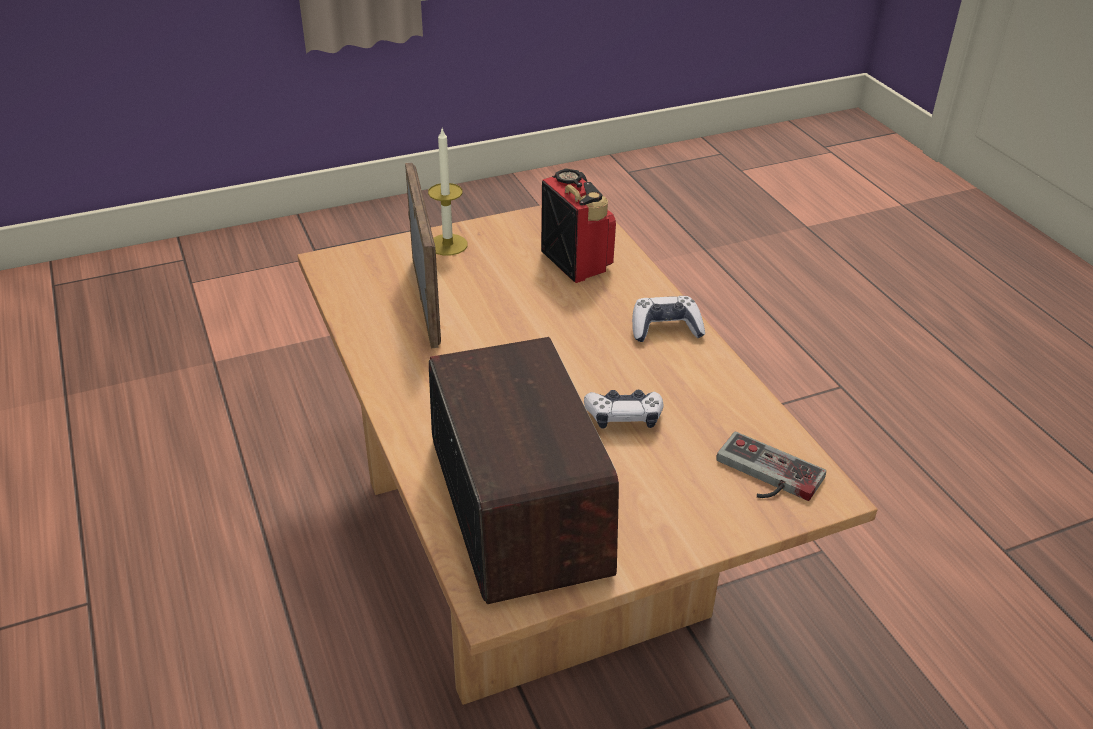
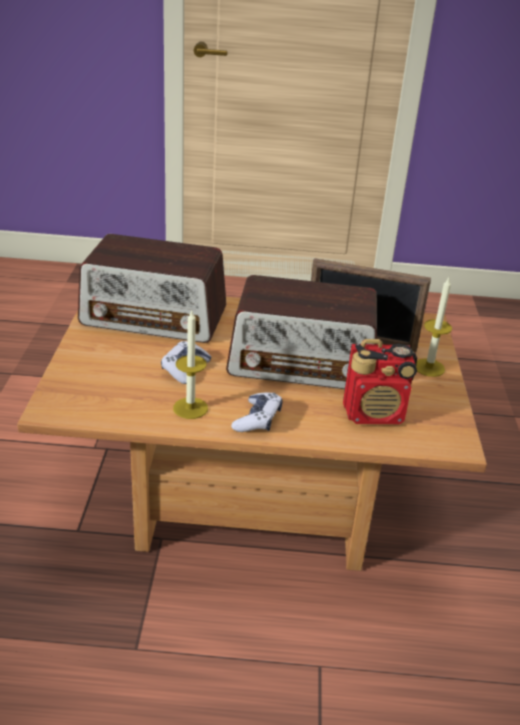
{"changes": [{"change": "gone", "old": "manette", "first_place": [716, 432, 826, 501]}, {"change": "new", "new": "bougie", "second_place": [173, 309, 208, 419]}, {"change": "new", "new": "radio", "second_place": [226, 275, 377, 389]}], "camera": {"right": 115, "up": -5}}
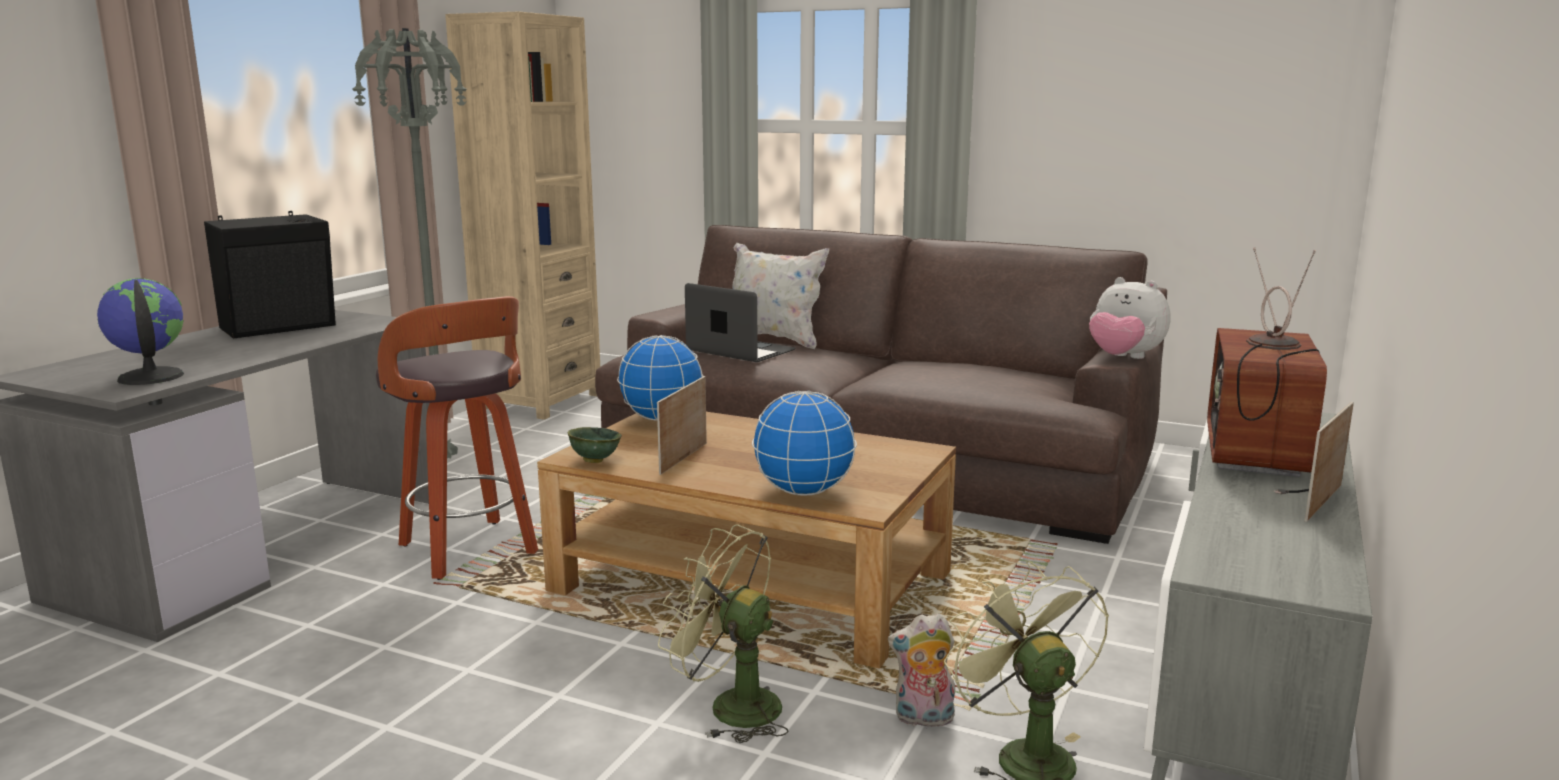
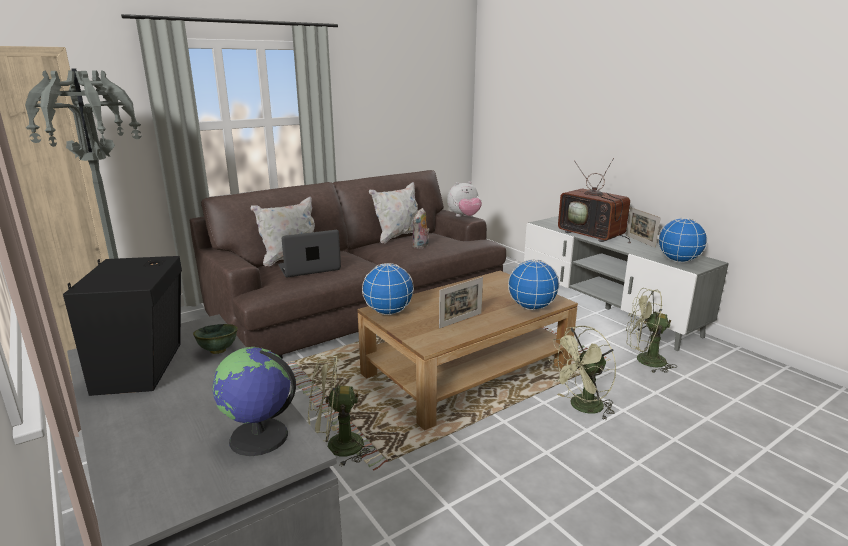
{"changes": [{"change": "new", "new": "coussin/blanc", "second_place": [369, 182, 418, 243]}, {"change": "new", "new": "globe", "second_place": [658, 218, 708, 262]}, {"change": "shifted", "old": "bol/vert", "first_place": [568, 427, 622, 463], "second_place": [193, 324, 238, 354]}, {"change": "shifted", "old": "peluche", "first_place": [888, 613, 955, 727], "second_place": [412, 208, 429, 249]}, {"change": "swapped", "old": "tabouret", "new": "ventilateur/vert", "first_place": [376, 296, 538, 580], "second_place": [308, 355, 375, 467]}, {"change": "rotated", "old": "cadre photo", "first_place": [657, 376, 707, 475], "second_place": [439, 277, 483, 328], "degrees": -90}], "camera": {"right": -60, "up": 5}}
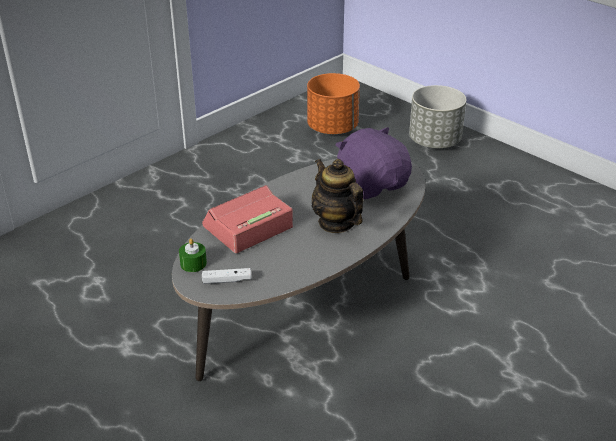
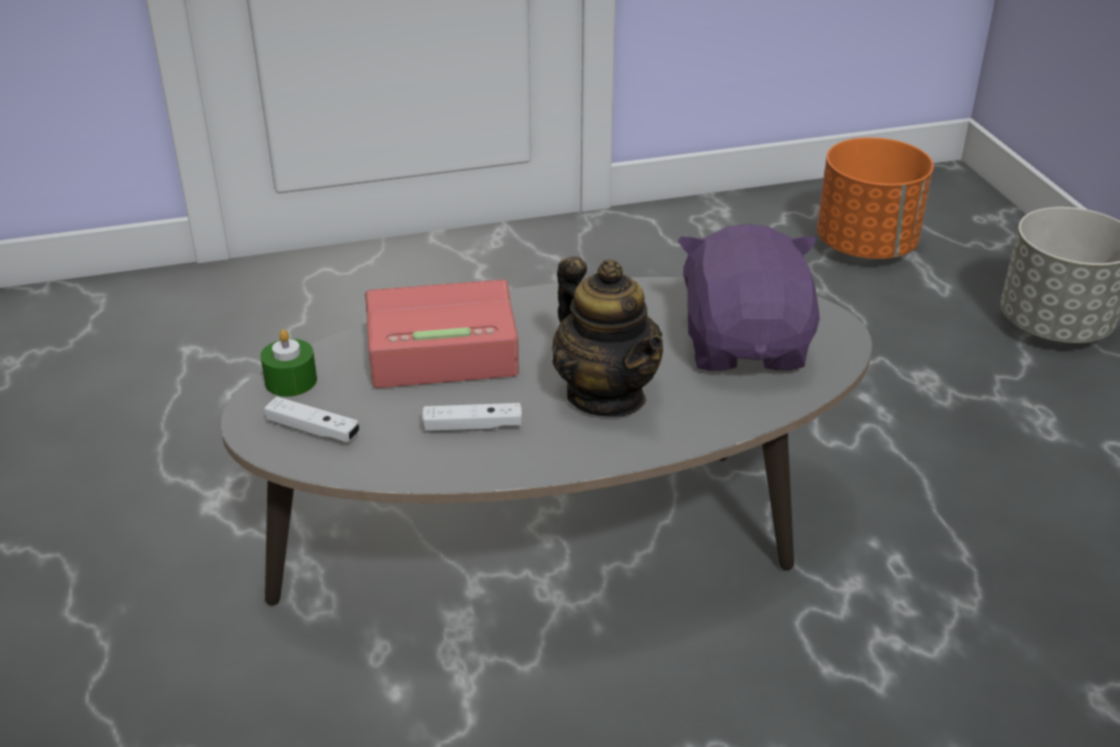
{"changes": [{"change": "new", "new": "manette/blanc", "second_place": [423, 403, 522, 432]}, {"change": "rotated", "old": "théière", "first_place": [312, 159, 364, 233], "second_place": [552, 256, 663, 417], "degrees": 150}], "camera": {"right": 30, "up": 0}}
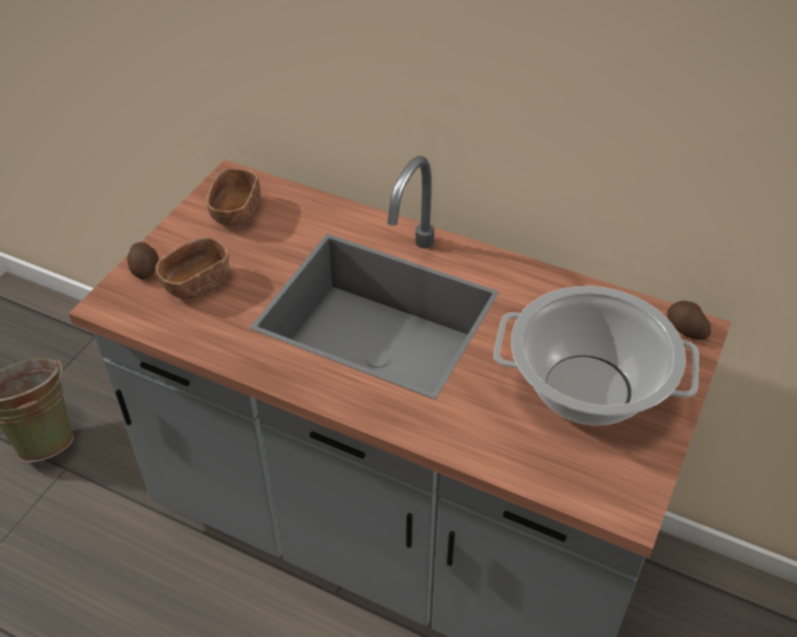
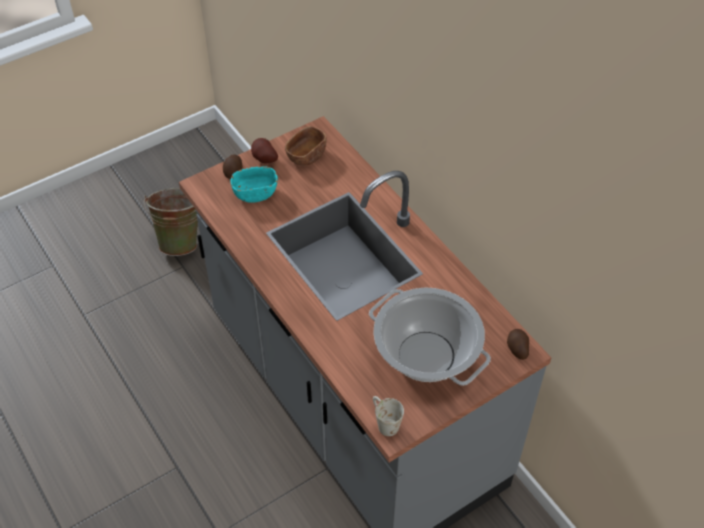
{"changes": [{"change": "new", "new": "pomme de terre", "second_place": [251, 138, 278, 163]}, {"change": "new", "new": "mug/blanc", "second_place": [373, 396, 404, 436]}, {"change": "repainted", "old": "bol/marron", "new": "bol/turquoise", "first_place": [155, 237, 229, 299], "second_place": [231, 166, 278, 203]}], "camera": {"right": 30, "up": 5}}
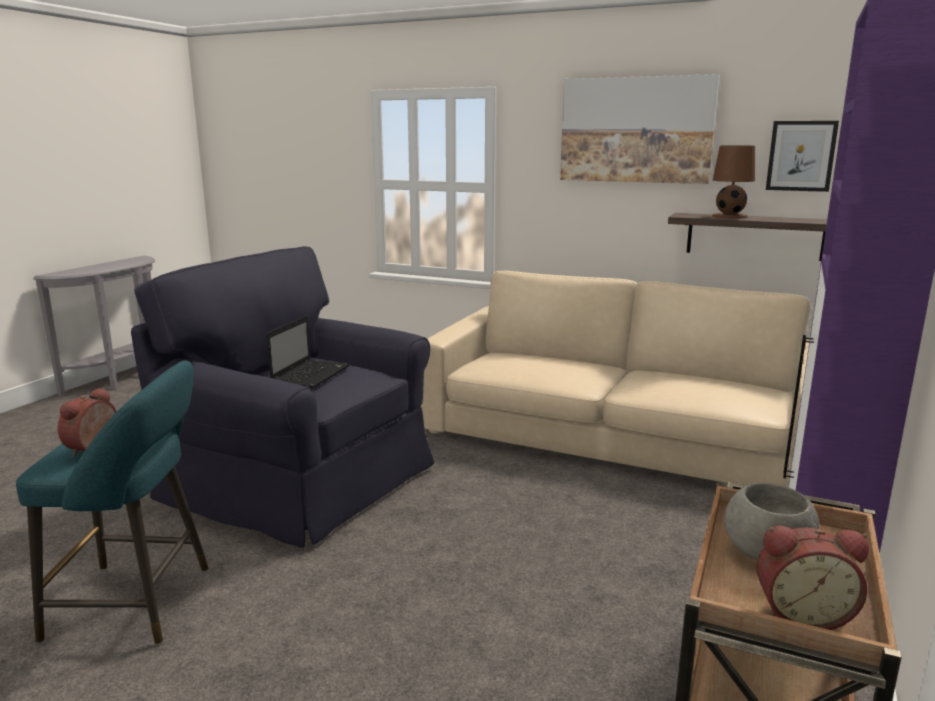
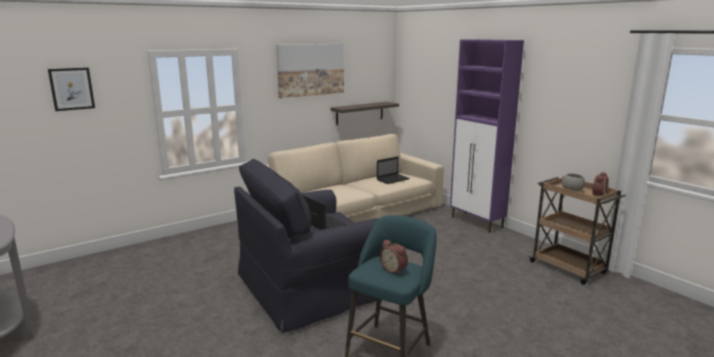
{"changes": [{"change": "gone", "old": "lampe de table/marron", "first_place": [712, 145, 755, 219]}, {"change": "new", "new": "ordinateur portable", "second_place": [377, 156, 410, 184]}, {"change": "shifted", "old": "tableau", "first_place": [766, 121, 839, 192], "second_place": [48, 68, 95, 111]}], "camera": {"right": -60, "up": 0}}
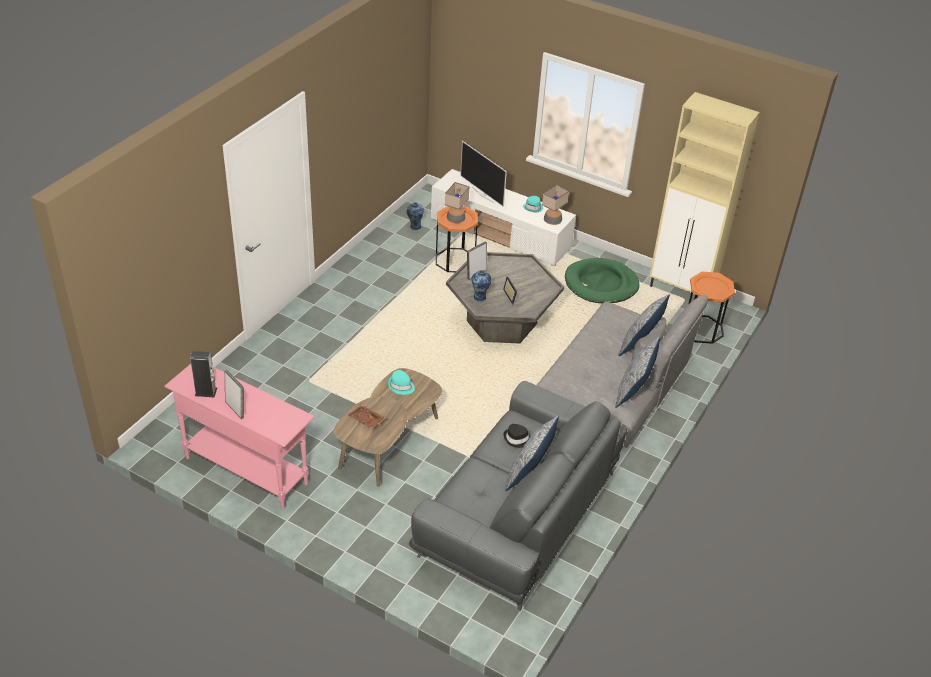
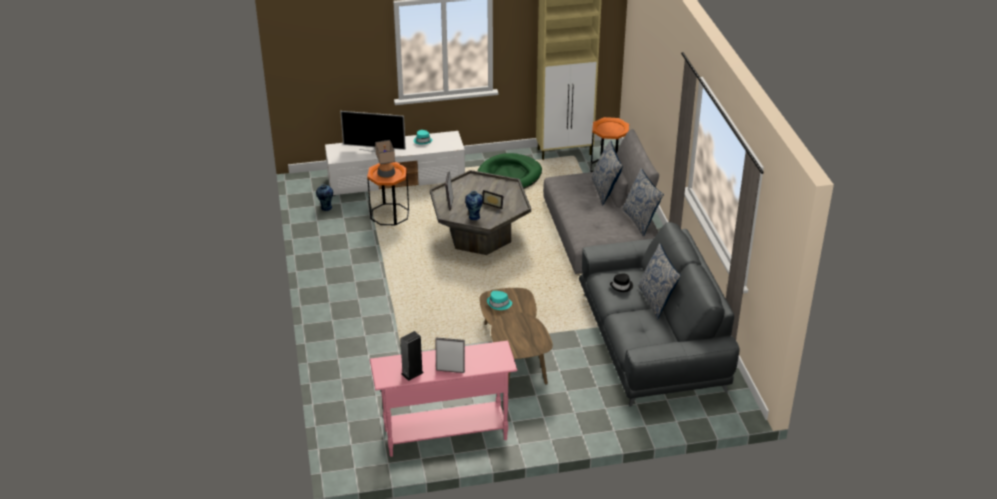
{"changes": [{"change": "gone", "old": "plateau/marron", "first_place": [348, 405, 386, 428]}, {"change": "gone", "old": "lampe de table", "first_place": [542, 184, 569, 225]}], "camera": {"right": -40, "up": -5}}
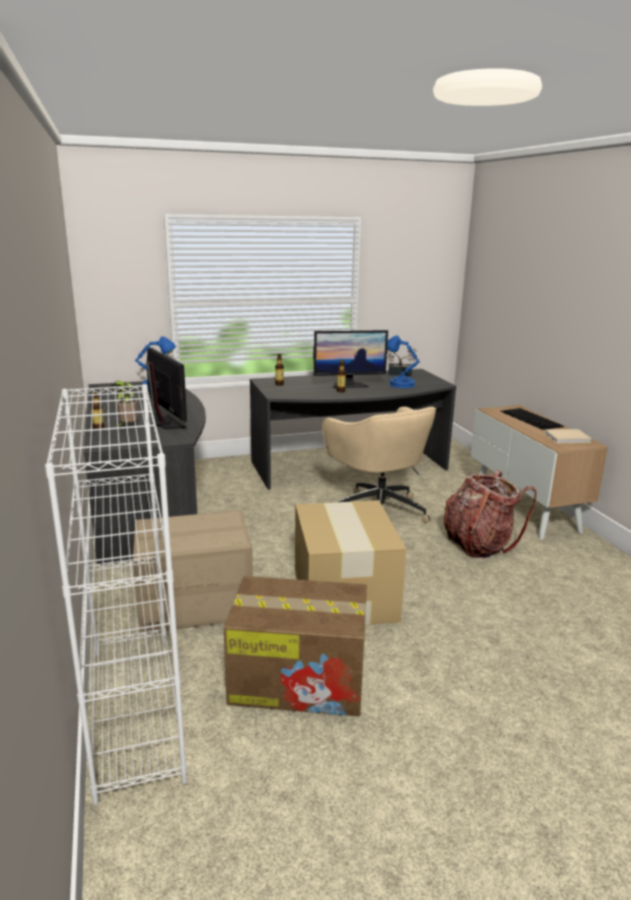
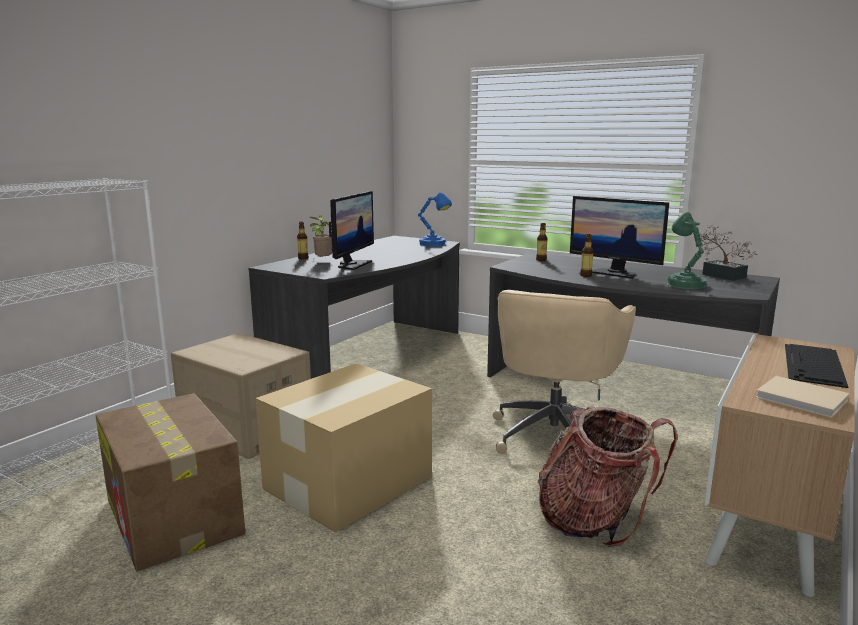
{"changes": [{"change": "repainted", "old": "lampe de table/bleu", "new": "lampe de table/vert", "first_place": [387, 335, 420, 388], "second_place": [666, 212, 707, 289]}], "camera": {"right": 50, "up": -5}}
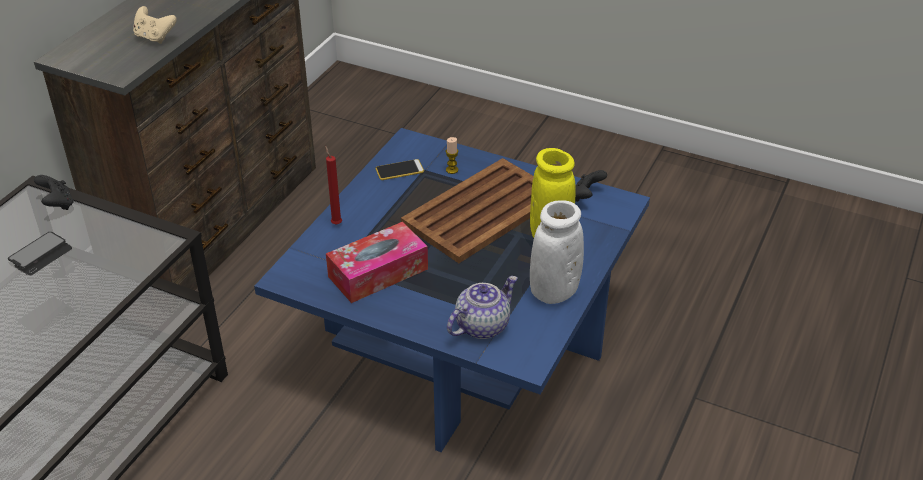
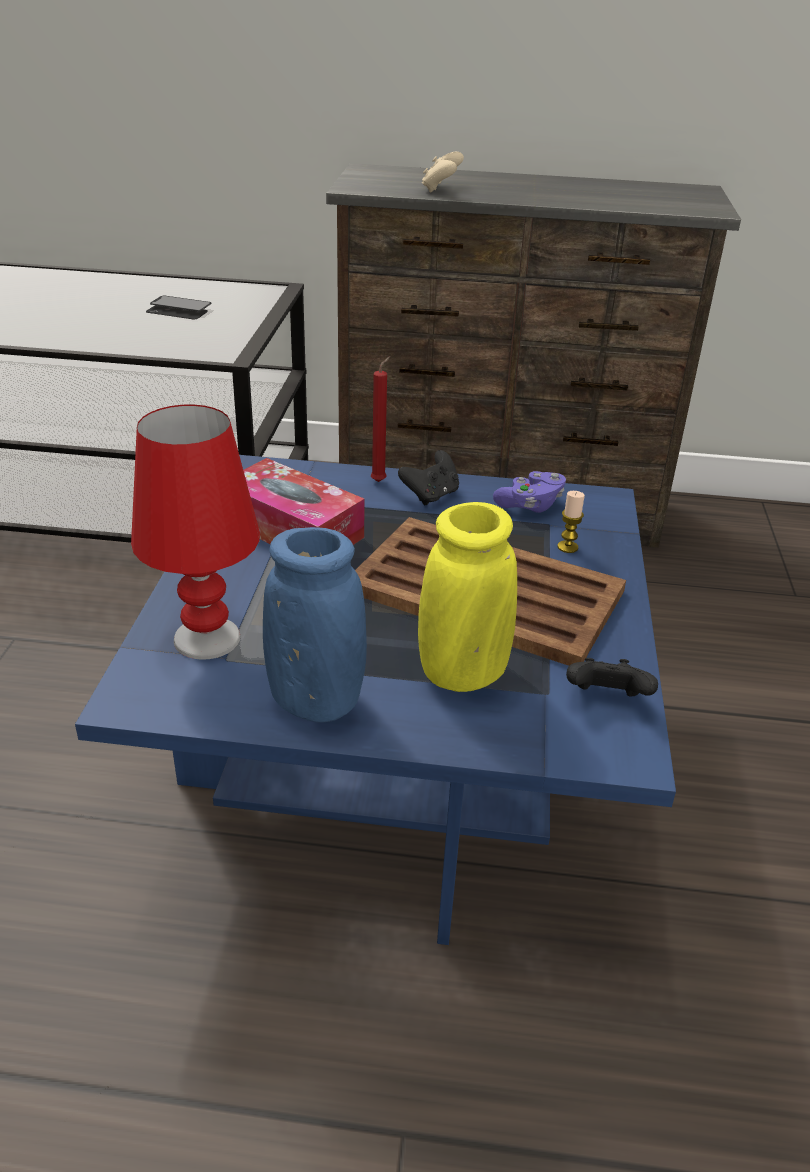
{"changes": [{"change": "shifted", "old": "manette/noir", "first_place": [34, 175, 74, 210], "second_place": [398, 450, 459, 505]}, {"change": "swapped", "old": "téléphone", "new": "manette/violet", "first_place": [375, 159, 424, 180], "second_place": [493, 471, 566, 513]}, {"change": "swapped", "old": "théière", "new": "lampe de table/rouge", "first_place": [447, 276, 518, 339], "second_place": [131, 405, 260, 660]}, {"change": "repainted", "old": "vase/blanc", "new": "vase/bleu", "first_place": [530, 200, 584, 304], "second_place": [263, 527, 367, 723]}], "camera": {"right": 70, "up": -5}}
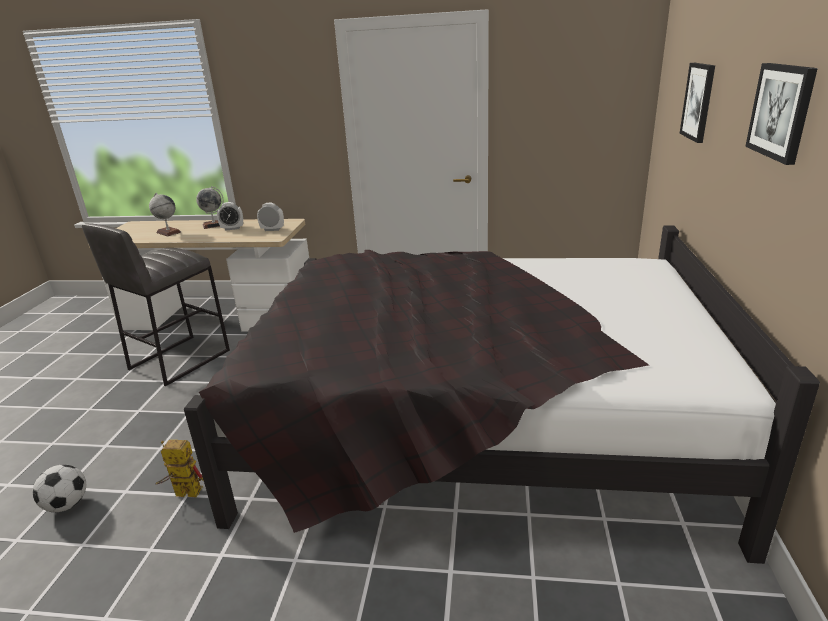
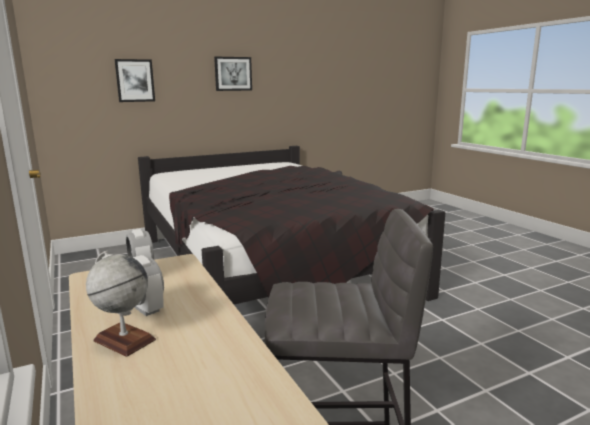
{"changes": [{"change": "gone", "old": "ballon de foot", "first_place": [33, 465, 86, 512]}, {"change": "gone", "old": "globe", "first_place": [149, 193, 181, 236]}, {"change": "gone", "old": "robot jouet", "first_place": [155, 440, 204, 498]}], "camera": {"right": -125, "up": -10}}
